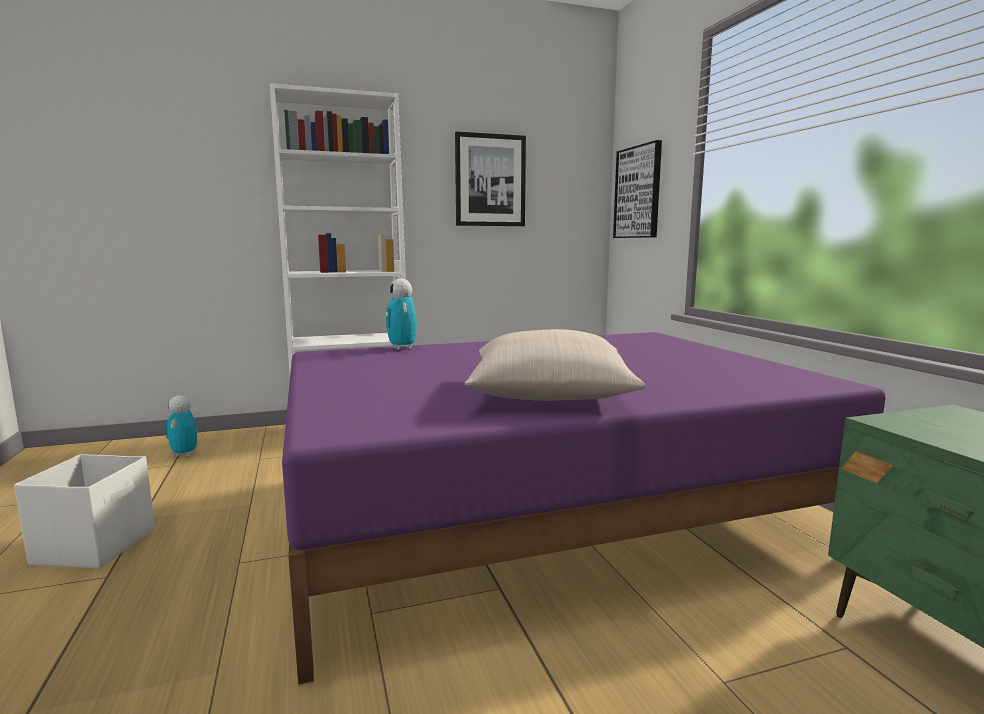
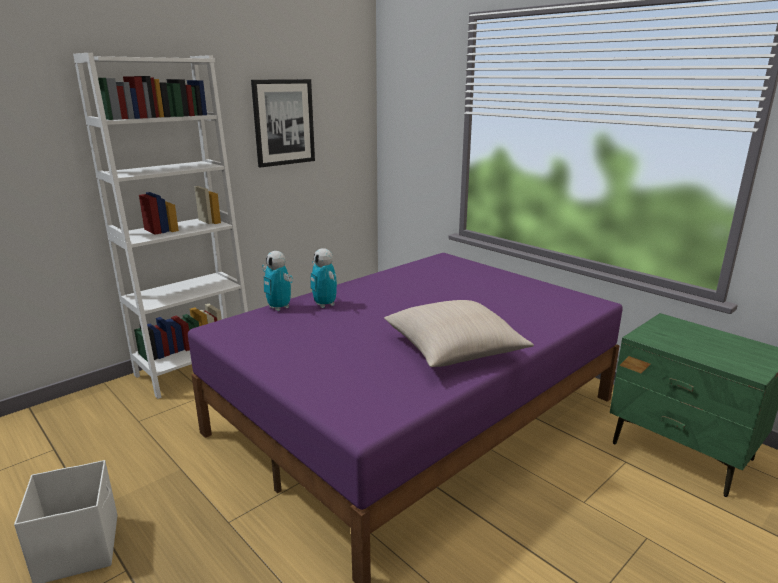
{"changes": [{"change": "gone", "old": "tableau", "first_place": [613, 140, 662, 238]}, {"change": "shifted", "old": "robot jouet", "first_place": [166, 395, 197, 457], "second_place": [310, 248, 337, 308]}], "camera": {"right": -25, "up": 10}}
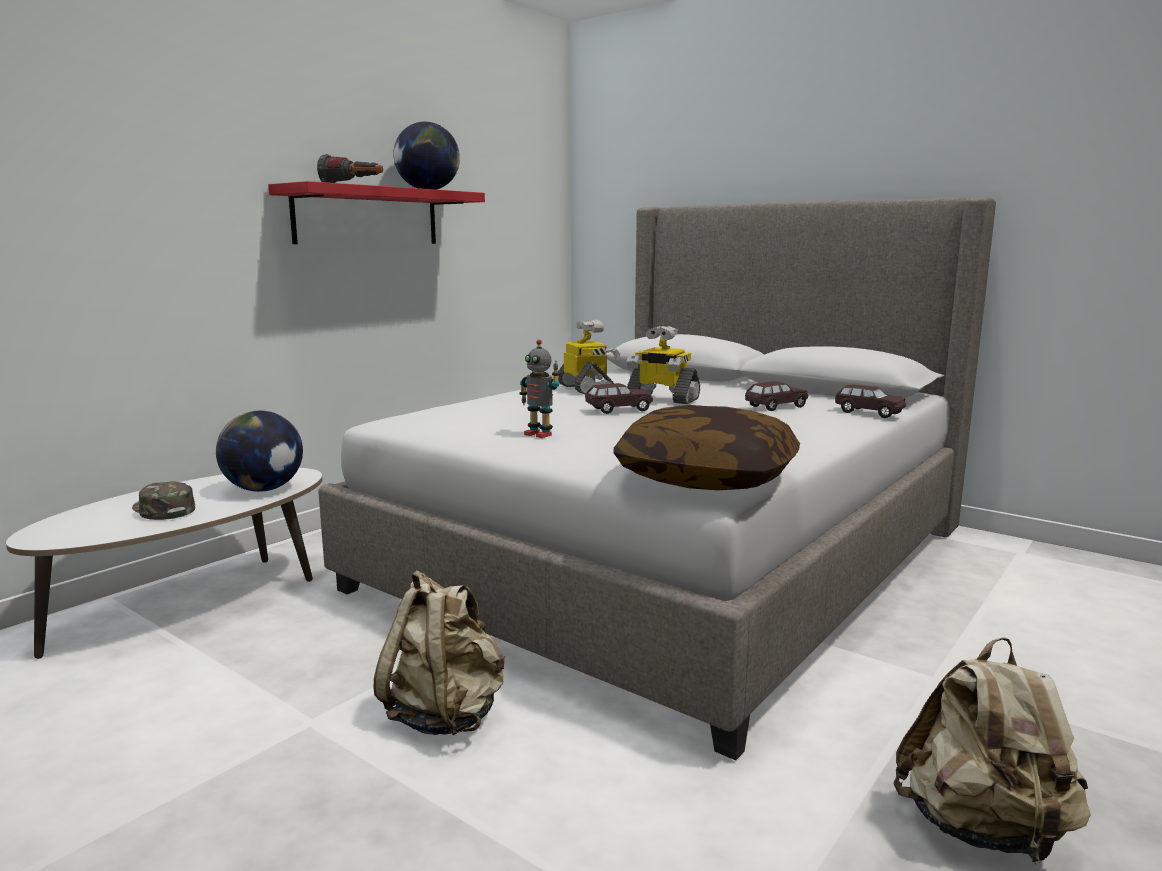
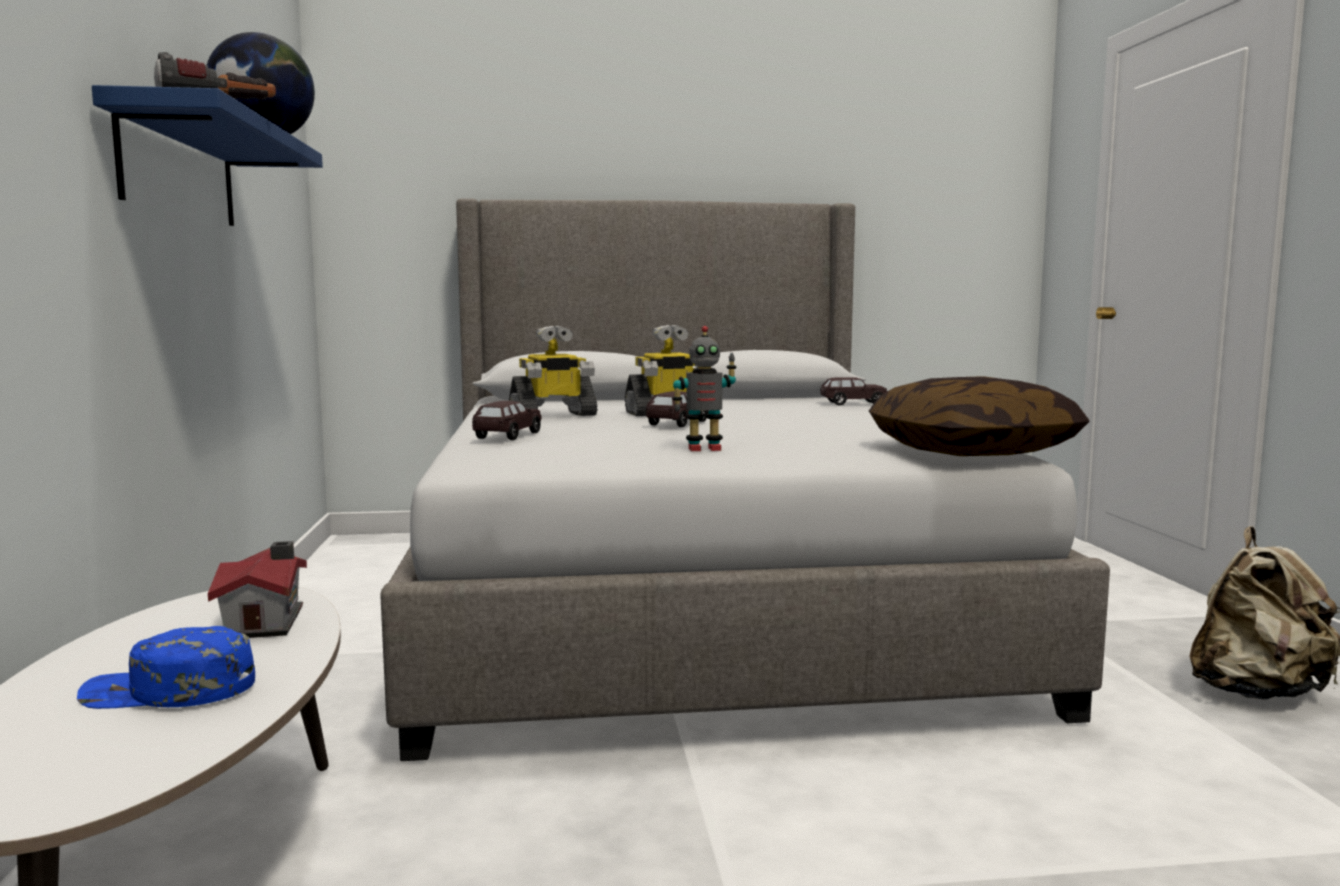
{"changes": [{"change": "gone", "old": "sac à dos/beige", "first_place": [373, 570, 504, 735]}, {"change": "shifted", "old": "petite voiture/marron", "first_place": [745, 381, 808, 411], "second_place": [472, 401, 541, 440]}, {"change": "swapped", "old": "globe", "new": "maison miniature", "first_place": [216, 411, 303, 492], "second_place": [208, 541, 307, 638]}, {"change": "repainted", "old": "casquette/vert", "new": "casquette/bleu", "first_place": [132, 481, 195, 520], "second_place": [77, 626, 255, 709]}, {"change": "repainted", "old": "étagère/rouge", "new": "étagère/bleu", "first_place": [268, 181, 485, 244], "second_place": [92, 85, 323, 226]}, {"change": "rotated", "old": "robot jouet", "first_place": [558, 320, 620, 395], "second_place": [509, 326, 598, 416], "degrees": 135}], "camera": {"right": -45, "up": -5}}
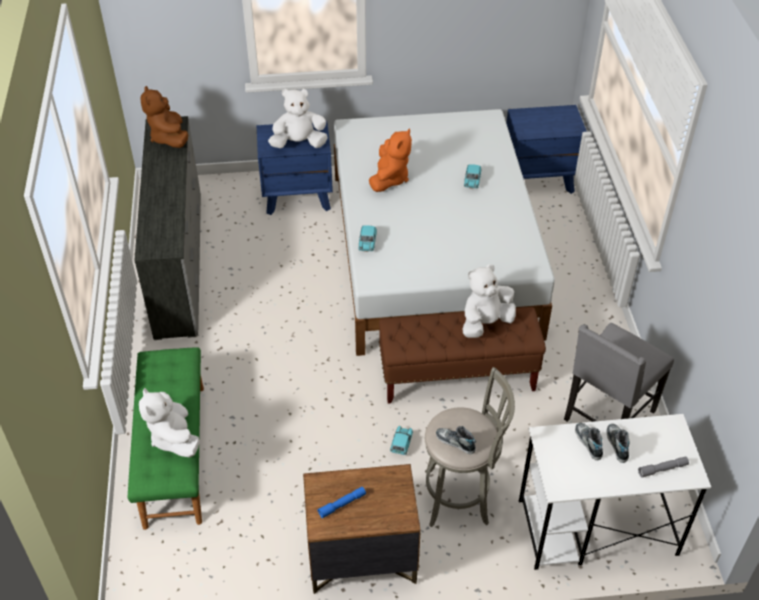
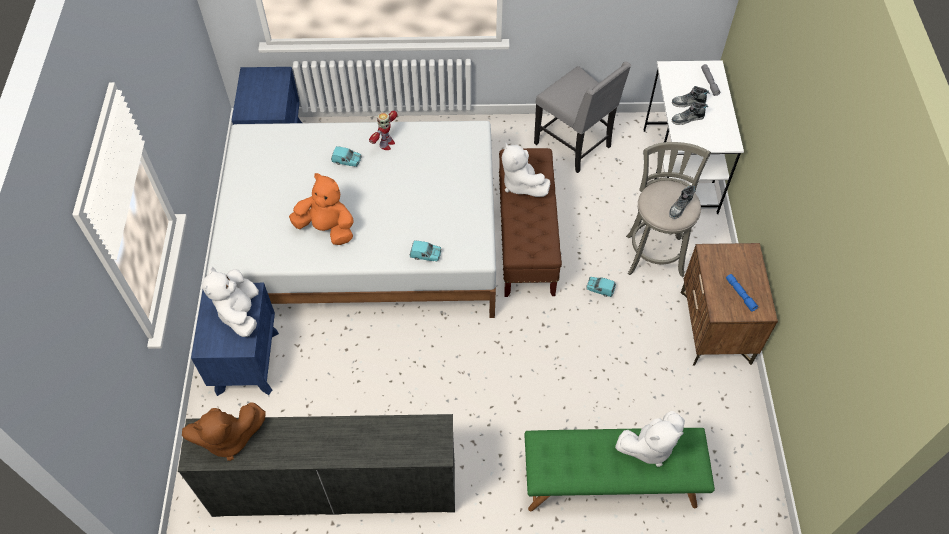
{"changes": [{"change": "new", "new": "robot jouet", "second_place": [369, 111, 397, 150]}], "camera": {"right": -85, "up": 10}}
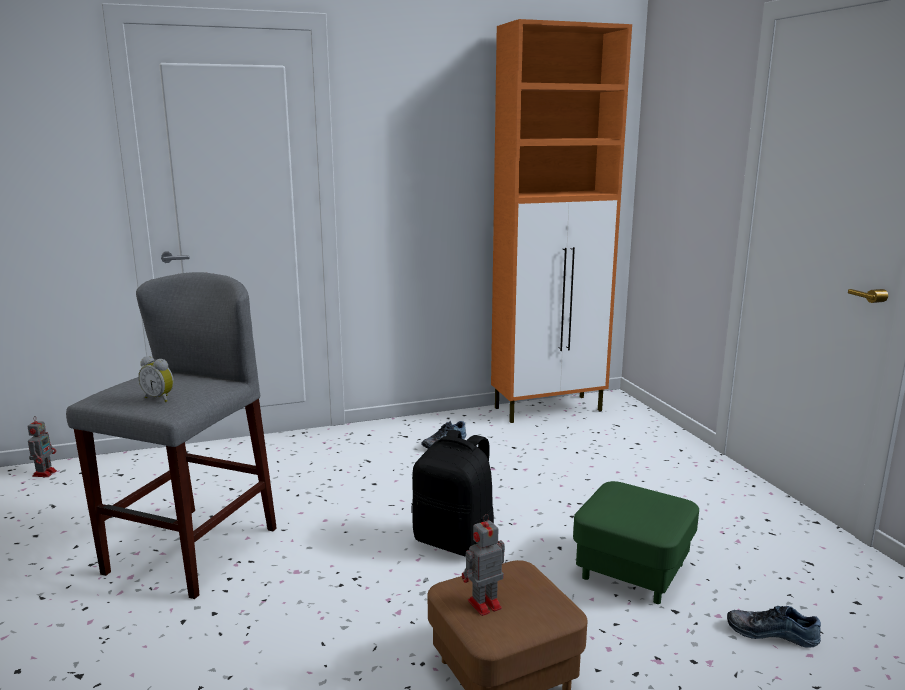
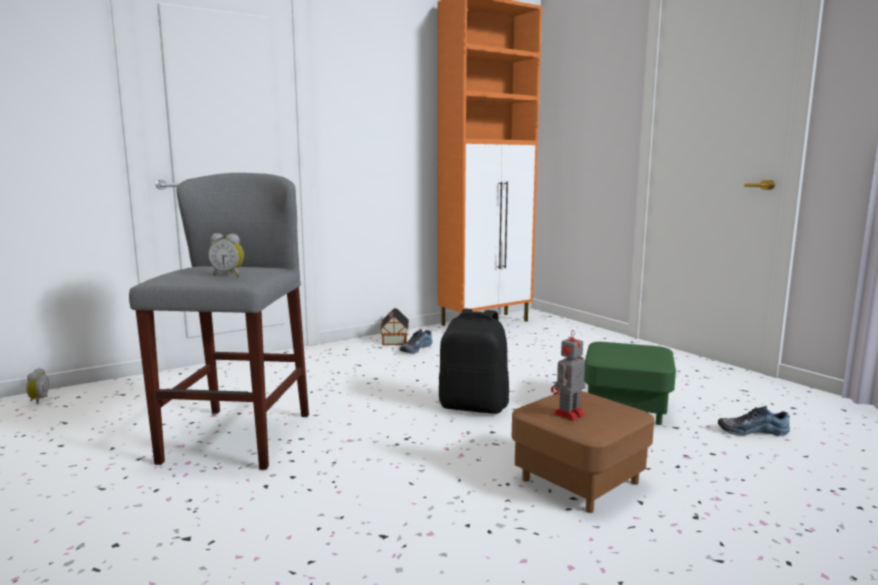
{"changes": [{"change": "new", "new": "maison miniature", "second_place": [380, 308, 409, 345]}, {"change": "swapped", "old": "robot jouet", "new": "réveil", "first_place": [27, 416, 57, 477], "second_place": [26, 368, 49, 404]}], "camera": {"right": -15, "up": -5}}
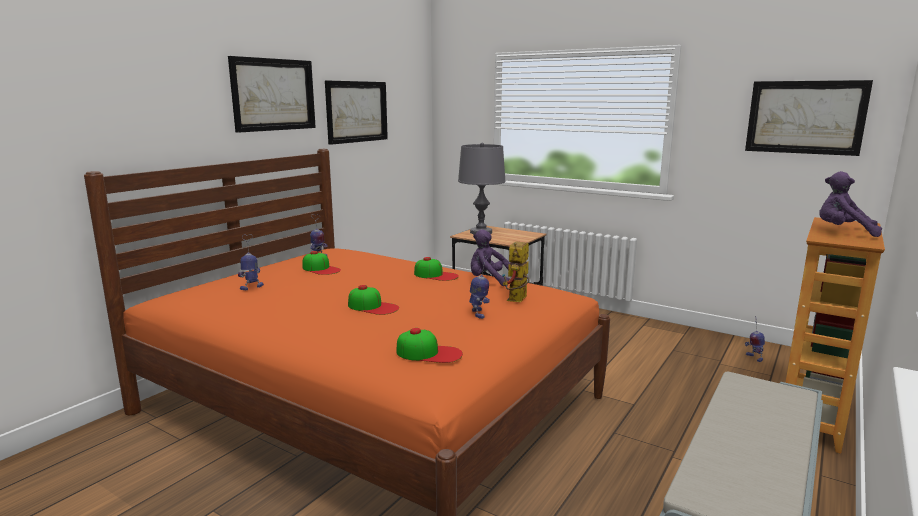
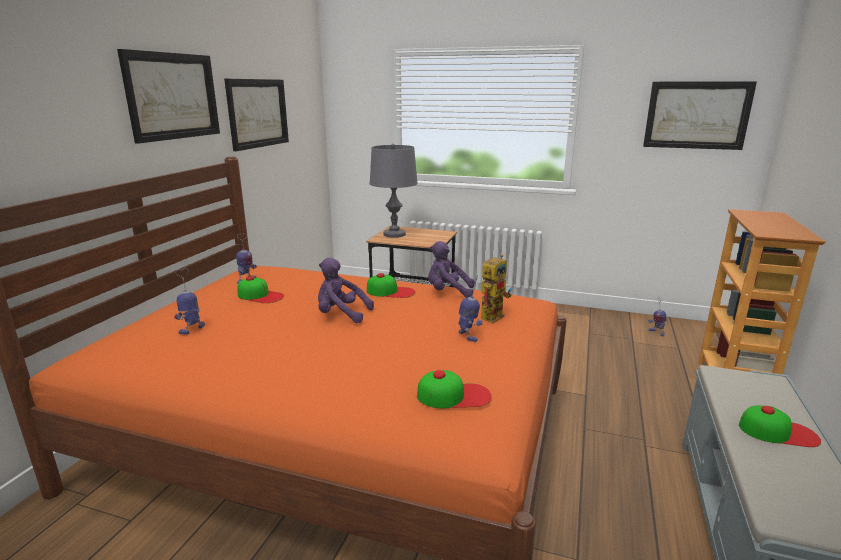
{"changes": [{"change": "shifted", "old": "casquette", "first_place": [348, 285, 399, 315], "second_place": [739, 405, 821, 447]}, {"change": "shifted", "old": "peluche/violet", "first_place": [819, 171, 882, 237], "second_place": [318, 258, 374, 323]}, {"change": "rotated", "old": "robot jouet", "first_place": [502, 241, 529, 302], "second_place": [481, 254, 512, 323], "degrees": -150}], "camera": {"right": -15, "up": 5}}
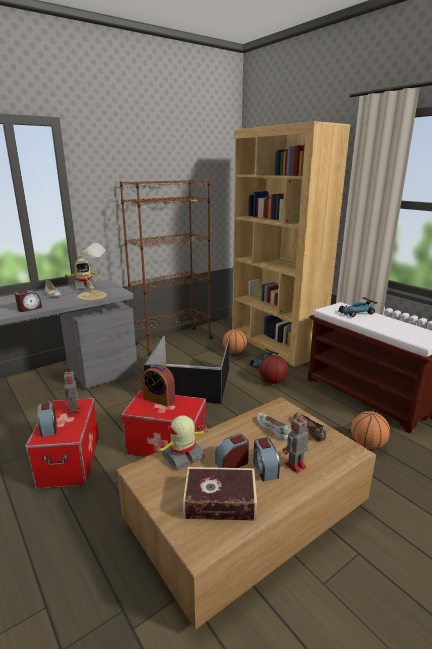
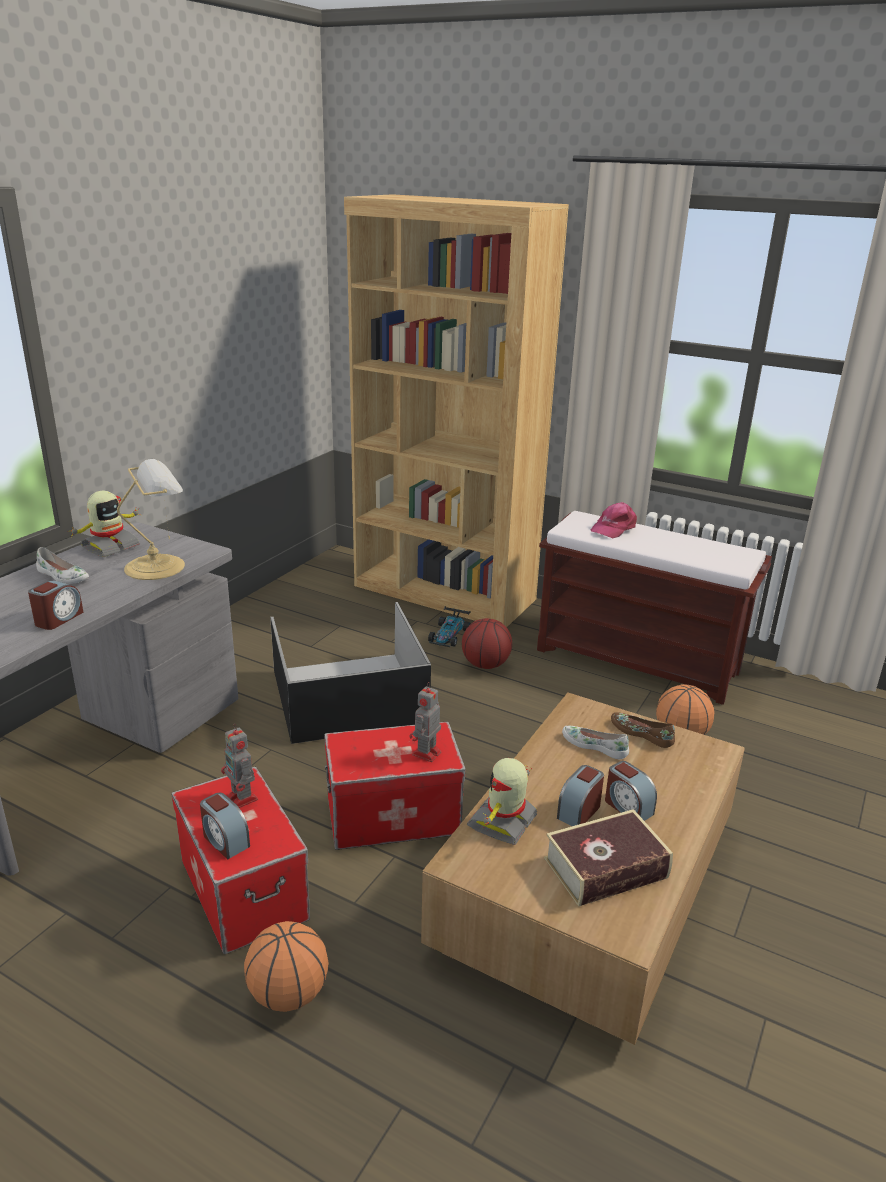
{"changes": [{"change": "gone", "old": "bibliothèque/marron", "first_place": [120, 180, 213, 357]}, {"change": "gone", "old": "réveil", "first_place": [142, 364, 175, 407]}, {"change": "shifted", "old": "ballon de basket", "first_place": [223, 329, 247, 354], "second_place": [244, 921, 329, 1012]}, {"change": "shifted", "old": "robot jouet", "first_place": [283, 414, 308, 473], "second_place": [410, 682, 441, 762]}, {"change": "swapped", "old": "petite voiture", "new": "casquette/rose", "first_place": [338, 297, 378, 317], "second_place": [591, 502, 637, 538]}], "camera": {"right": -25, "up": 5}}
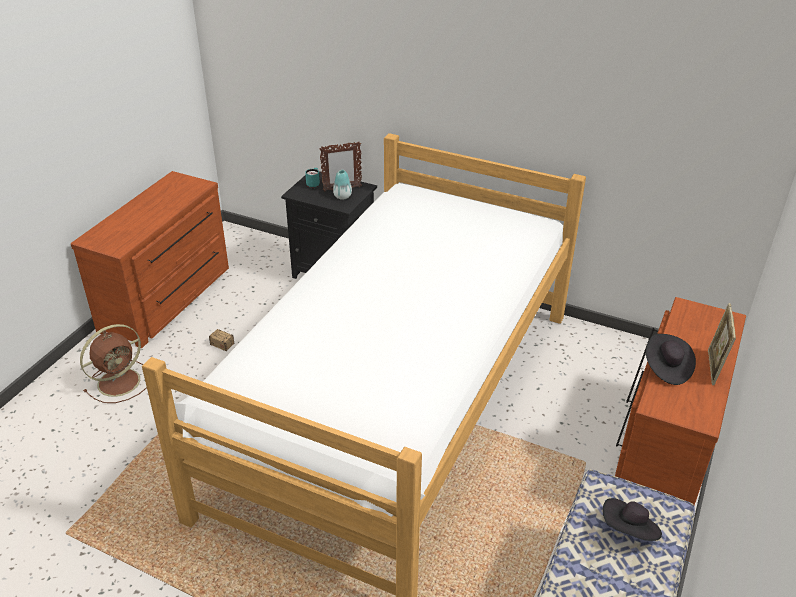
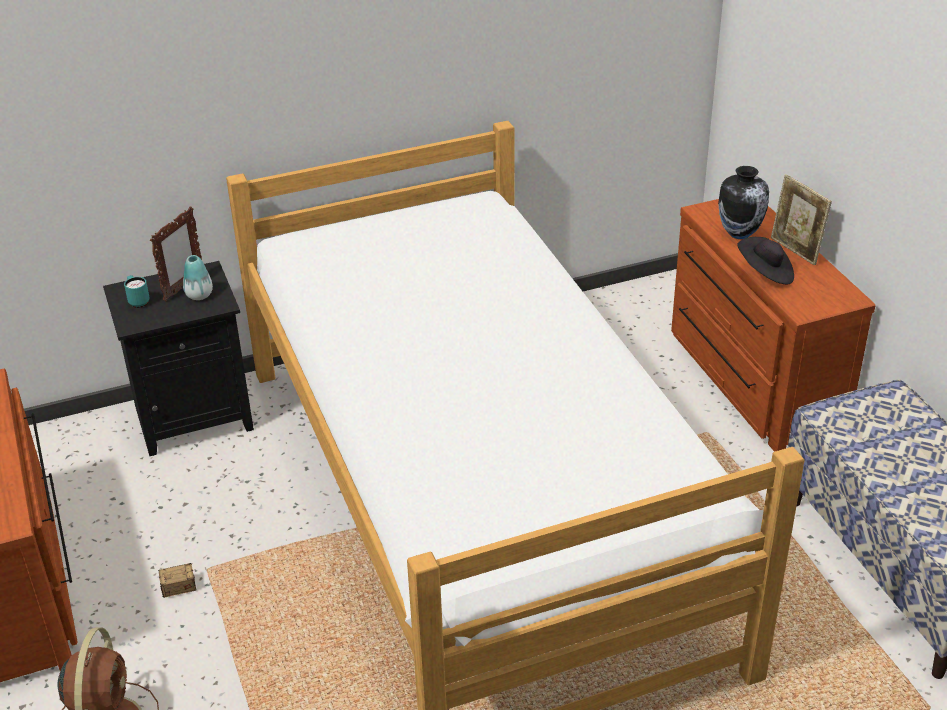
{"changes": [{"change": "gone", "old": "chapeau/noir", "first_place": [603, 498, 662, 541]}, {"change": "new", "new": "vase", "second_place": [718, 166, 769, 239]}], "camera": {"right": -45, "up": 0}}
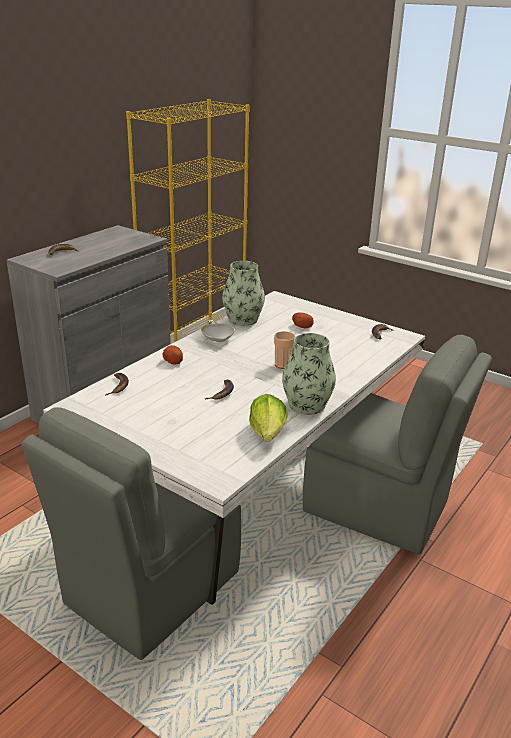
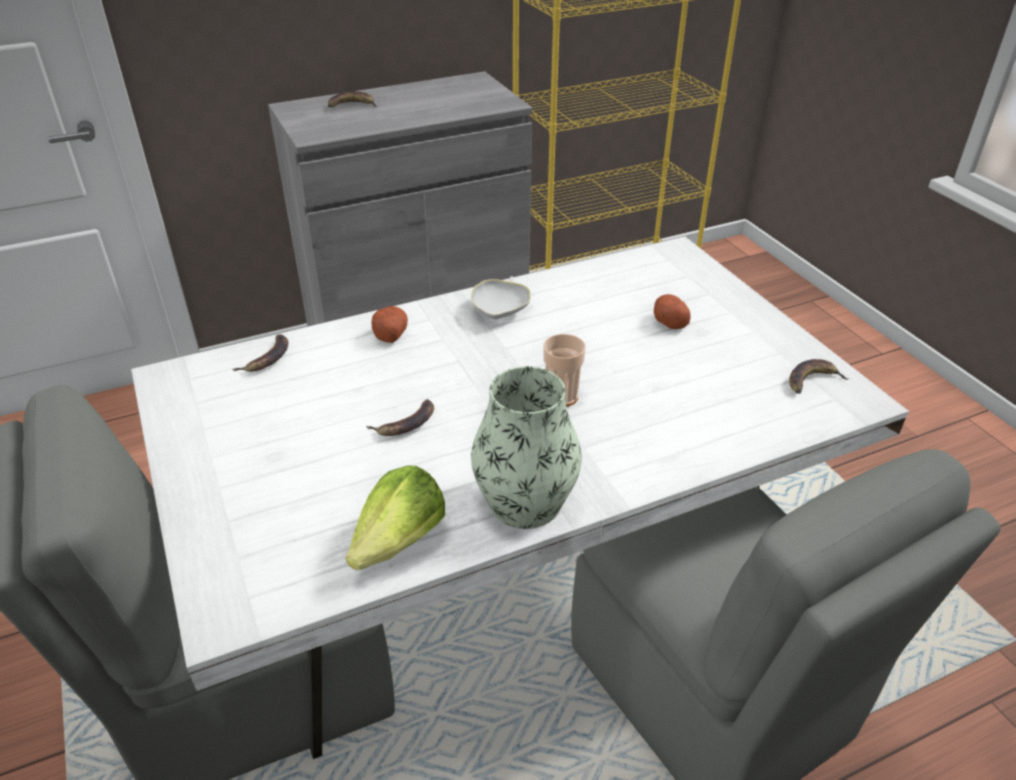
{"changes": [{"change": "gone", "old": "vase", "first_place": [222, 261, 265, 326]}], "camera": {"right": 30, "up": 10}}
